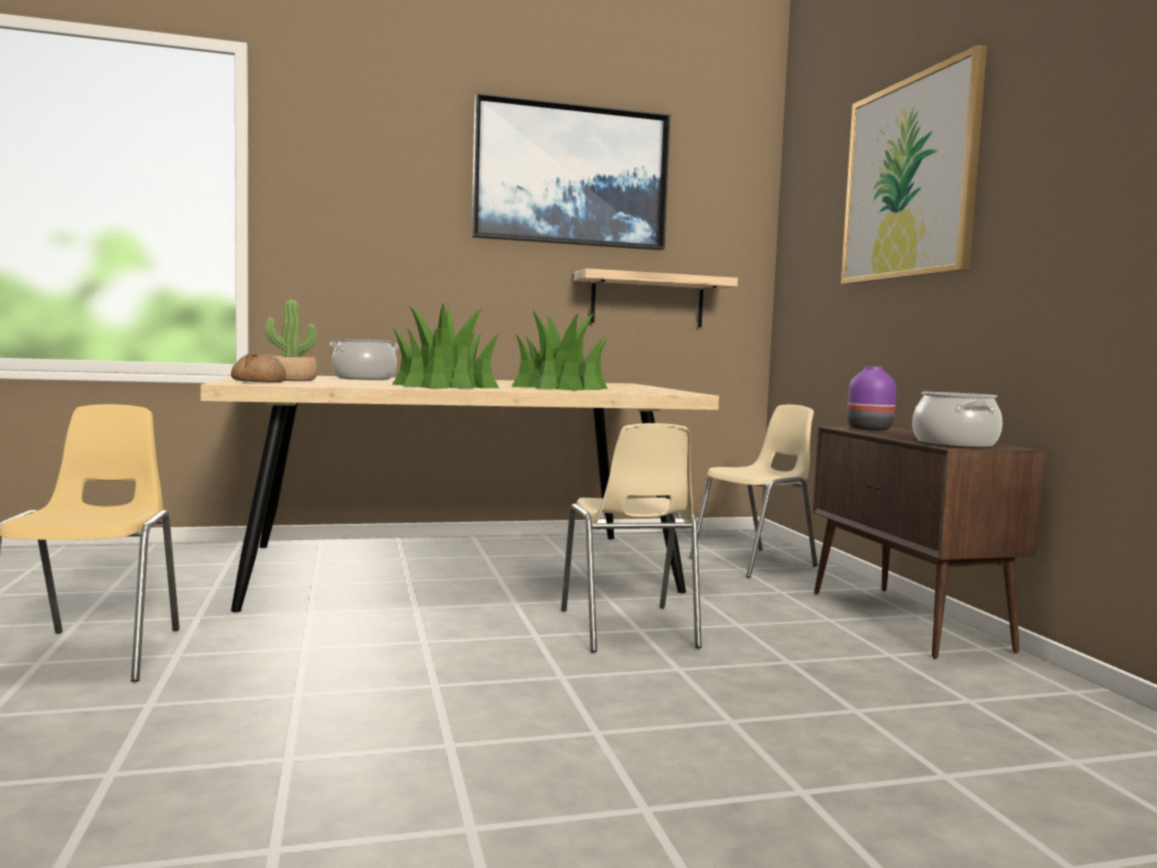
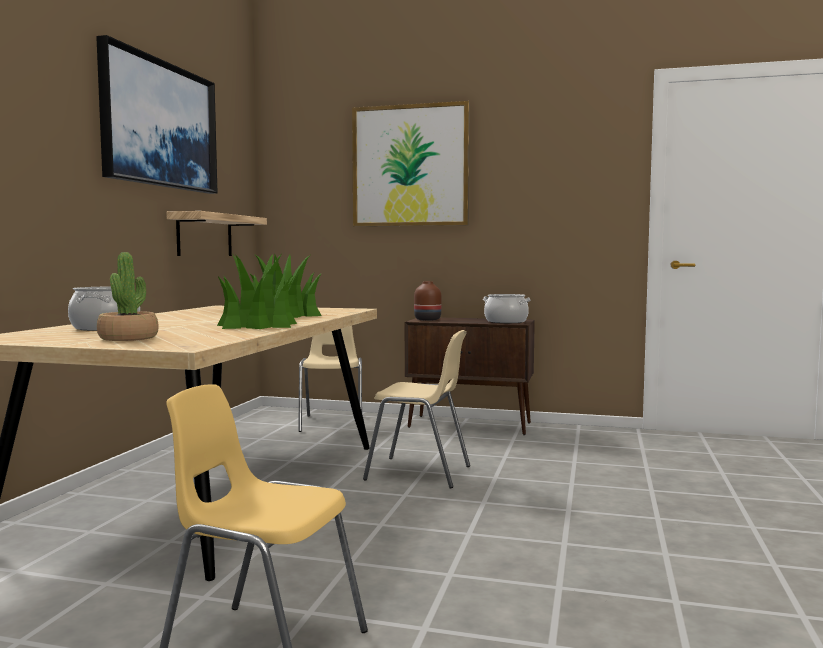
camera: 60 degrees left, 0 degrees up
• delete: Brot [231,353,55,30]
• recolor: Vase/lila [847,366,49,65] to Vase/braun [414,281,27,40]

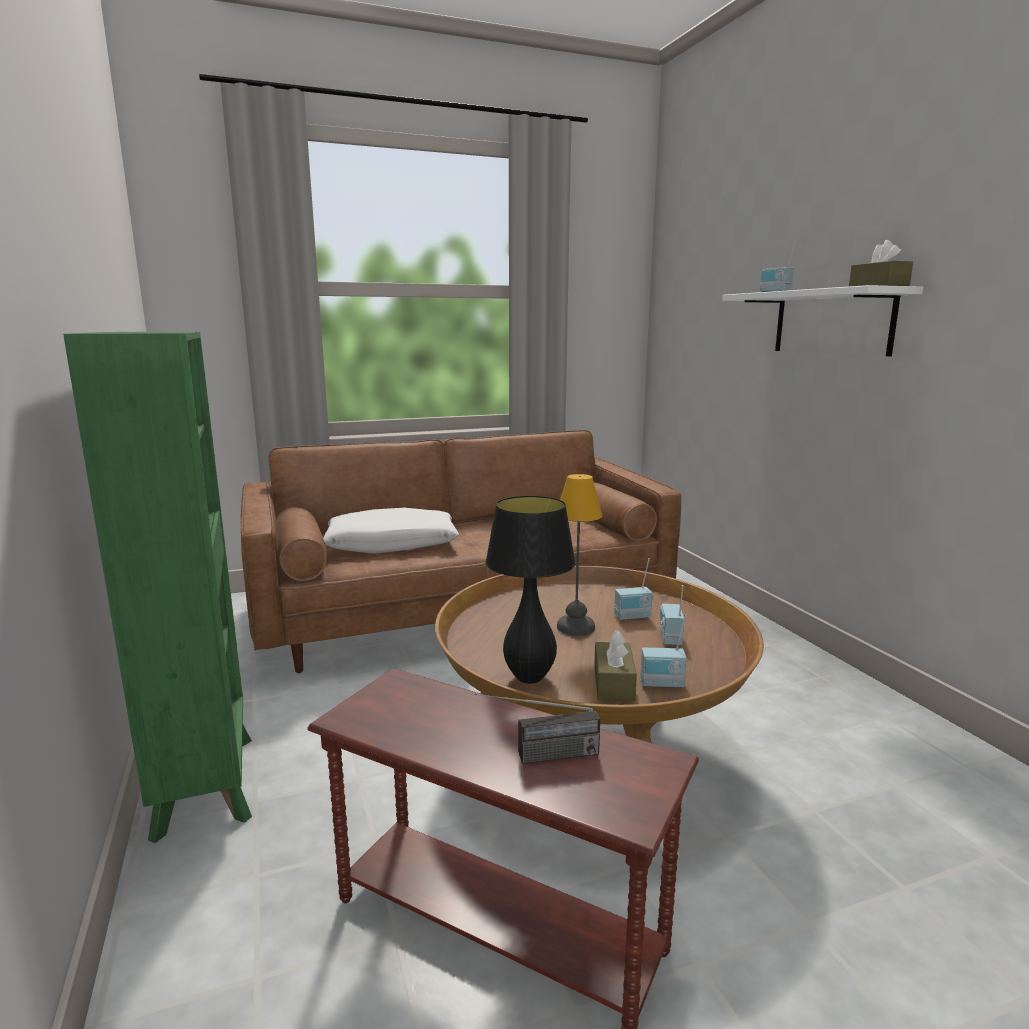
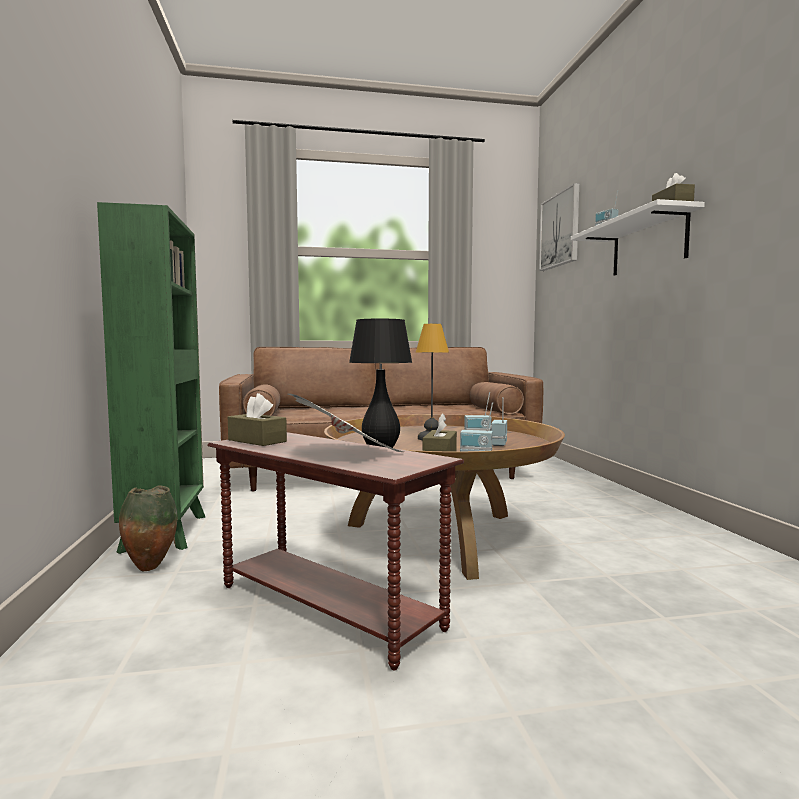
camera: 10 degrees right, 10 degrees down
• delete: Kissen/weiß [323,508,136,46]
• replace: Radio [475,693,125,71] to Zeitung [287,394,117,58]
• insert: Vase [119,486,59,85]
• insert: Taschentuchbox/braun [228,393,59,53]
• insert: Bild [539,183,40,88]

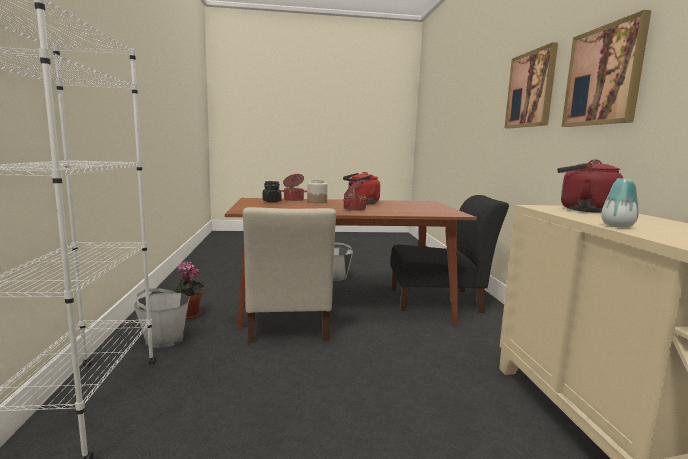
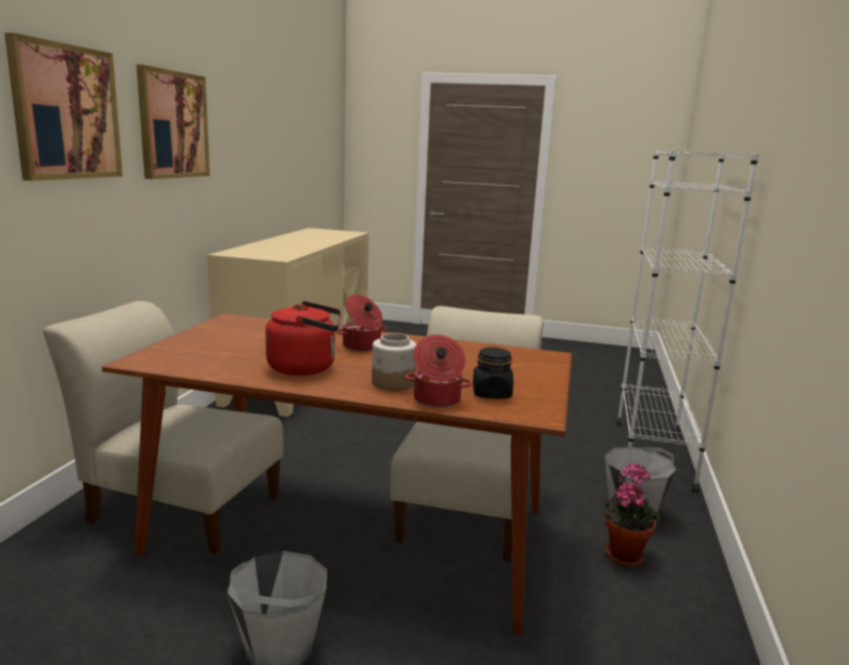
camera: 160 degrees left, 5 degrees up
• recolor: Stuhl/schwarz [391,195,118,118] to Stuhl/beige [43,301,240,253]
• delete: Wasserkessel/rot [557,159,66,54]
• delete: Vase [601,178,38,50]

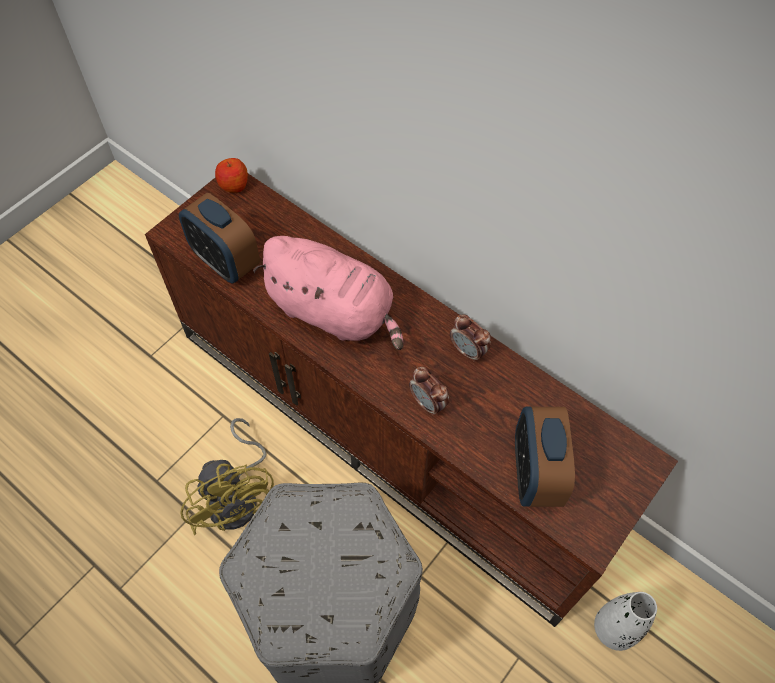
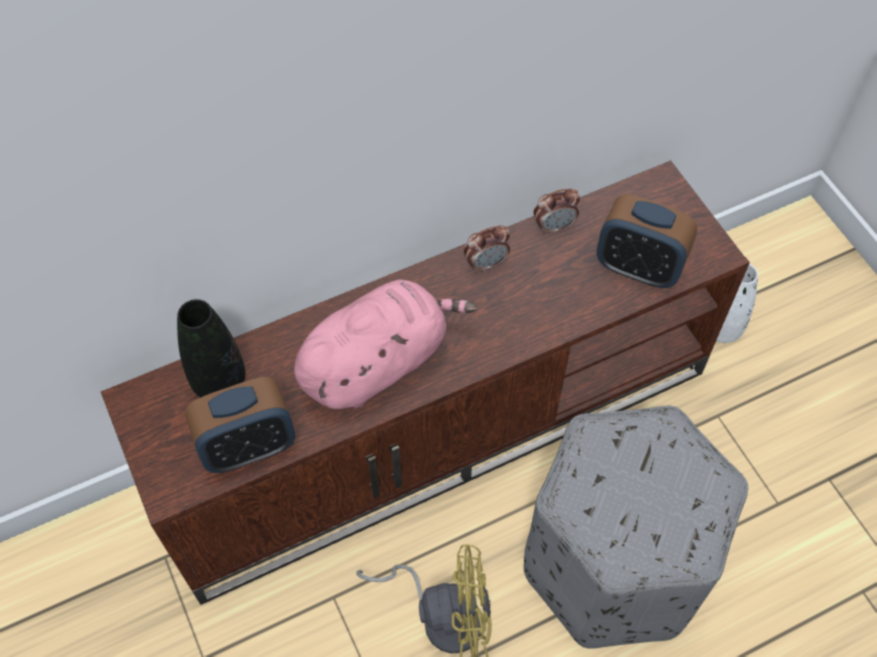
camera: 65 degrees left, 0 degrees up
• delete: Apfel [215,158,33,35]
• move: Wecker [409,367,41,49] to [534,189,46,46]
• insert: Vase/schwarz [177,299,68,98]

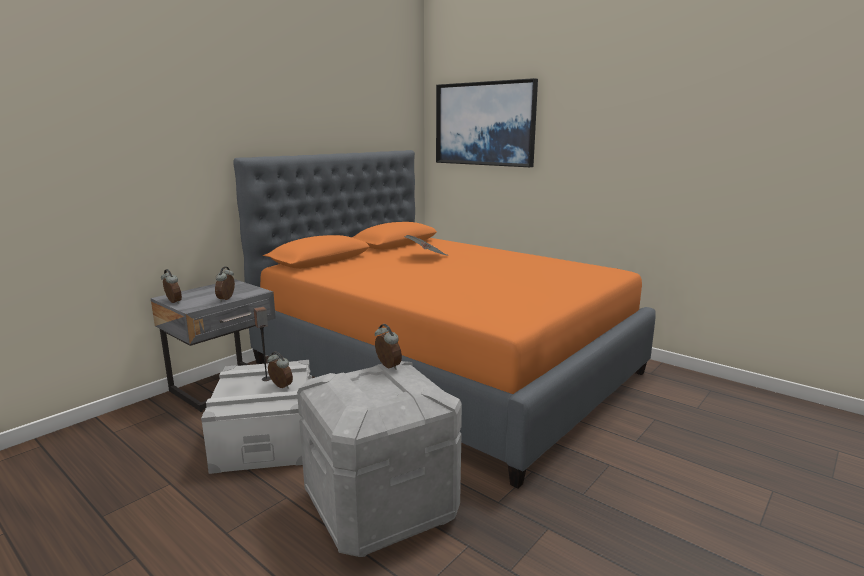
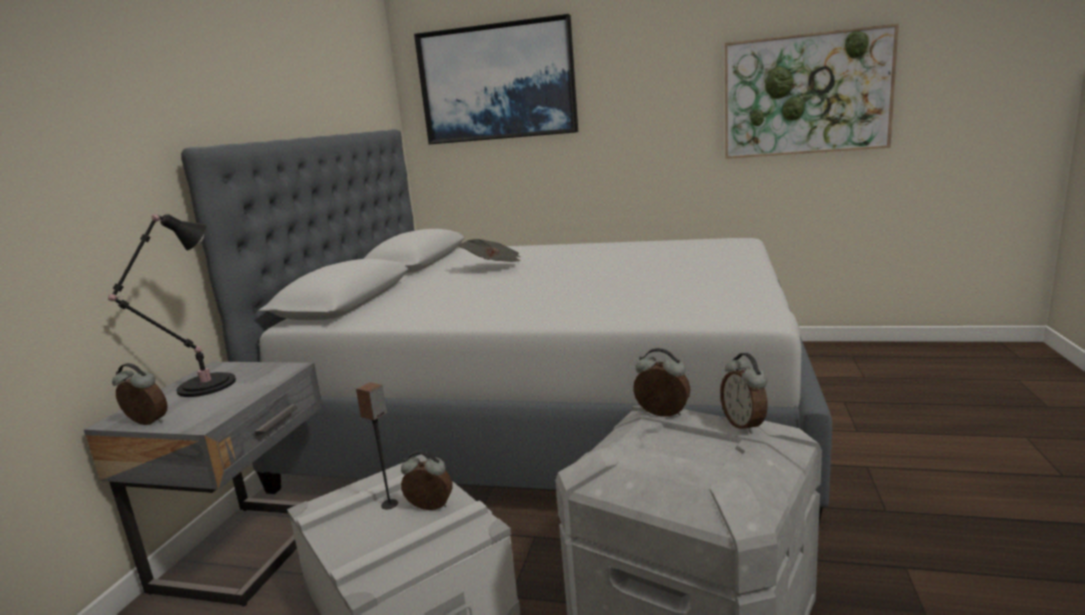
camera: 25 degrees left, 0 degrees up
• move: Wecker [215,267,20,35] to [721,353,47,81]
• recolor: Bett/orange [233,150,423,338] to Bett/grau [181,129,651,395]
• insert: Tischlampe/schwarz [107,214,129,183]
• insert: Bild [725,24,174,135]

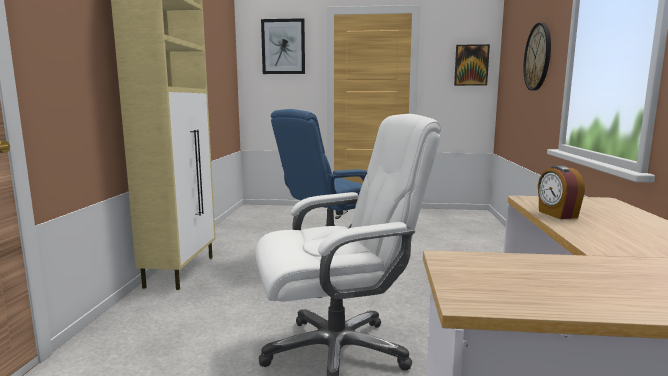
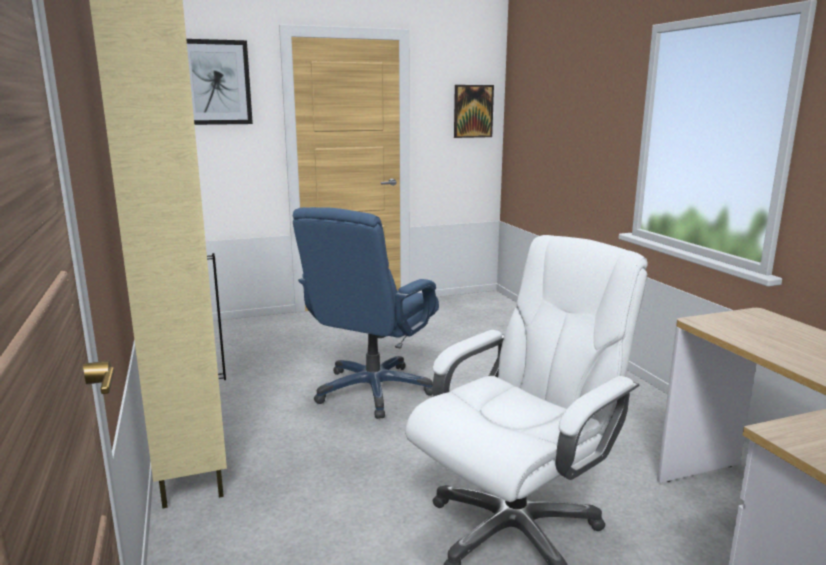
camera: 25 degrees left, 5 degrees up
• delete: Wanduhr [524,23,27,68]
• delete: Wecker [538,166,47,53]

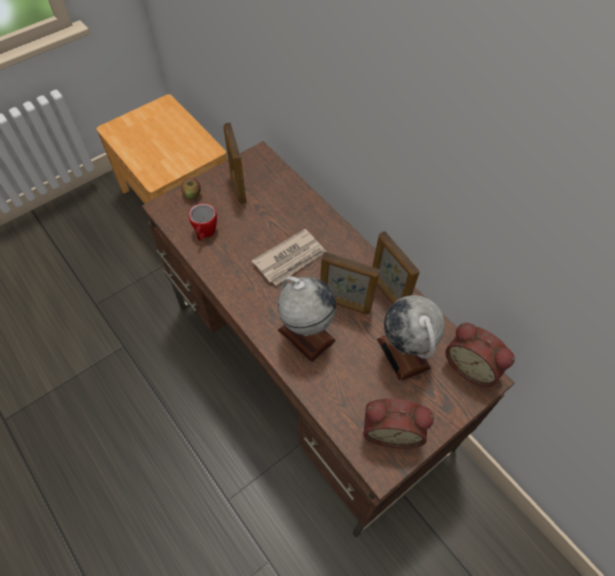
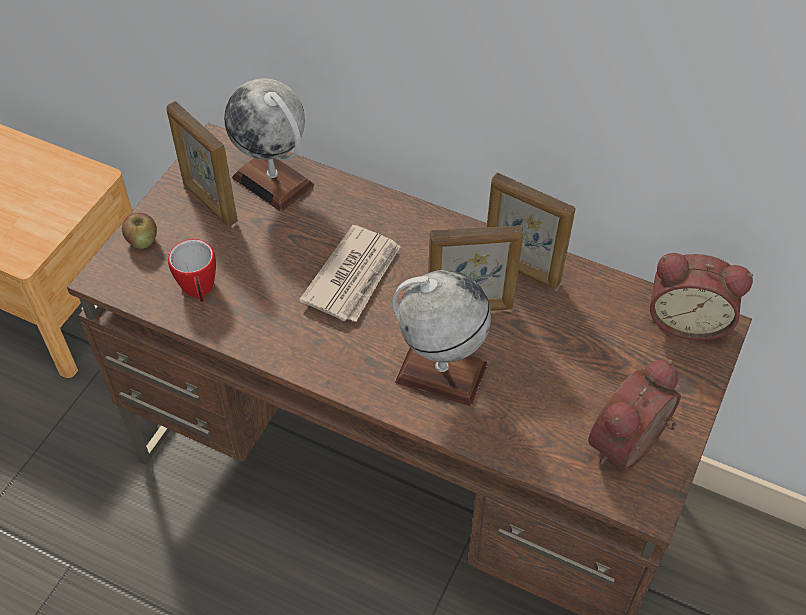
camera: 25 degrees left, 5 degrees down
• rotate: Wecker [363,399,71,50] = [588,359,93,112] 150 degrees clockwise
• move: Globus [377,295,68,87] to [224,78,90,134]

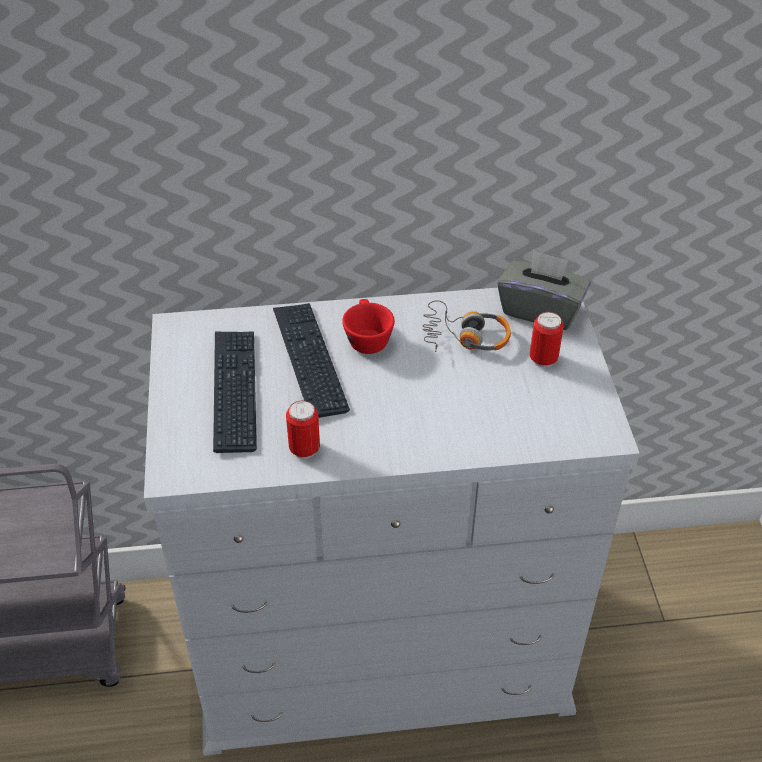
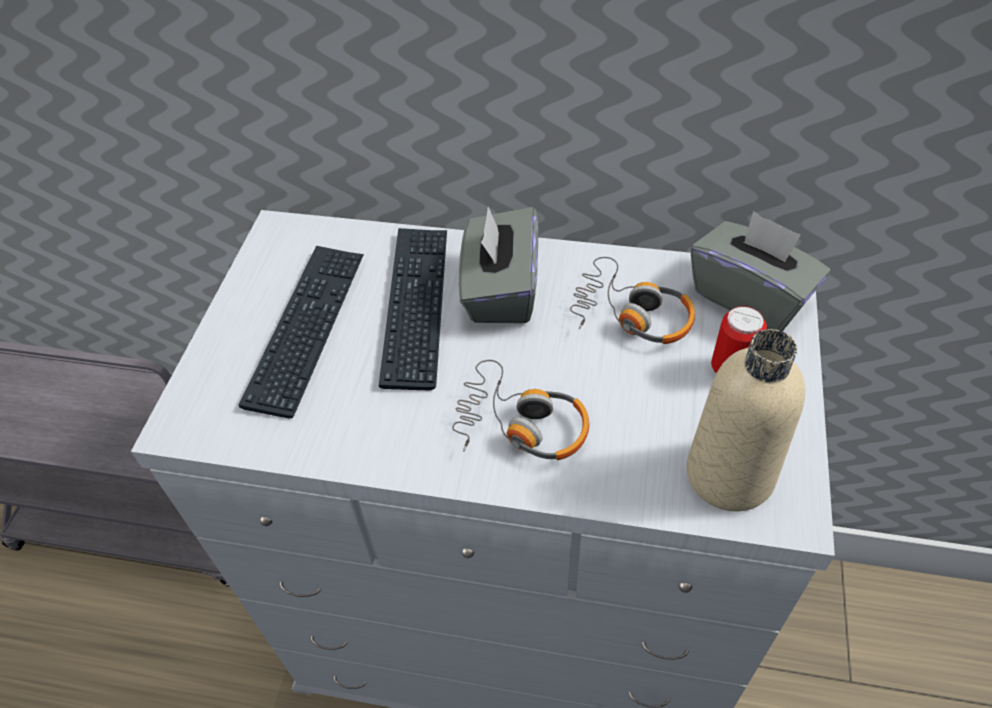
camera: 20 degrees right, 5 degrees up
• delete: Dose [286,400,34,59]
• replace: Tasse/rot [342,299,53,55] to Taschentuchbox/grau [458,207,80,116]
• insert: Kopfhörer [452,360,137,100]
• insert: Flasche/beige [687,329,118,182]

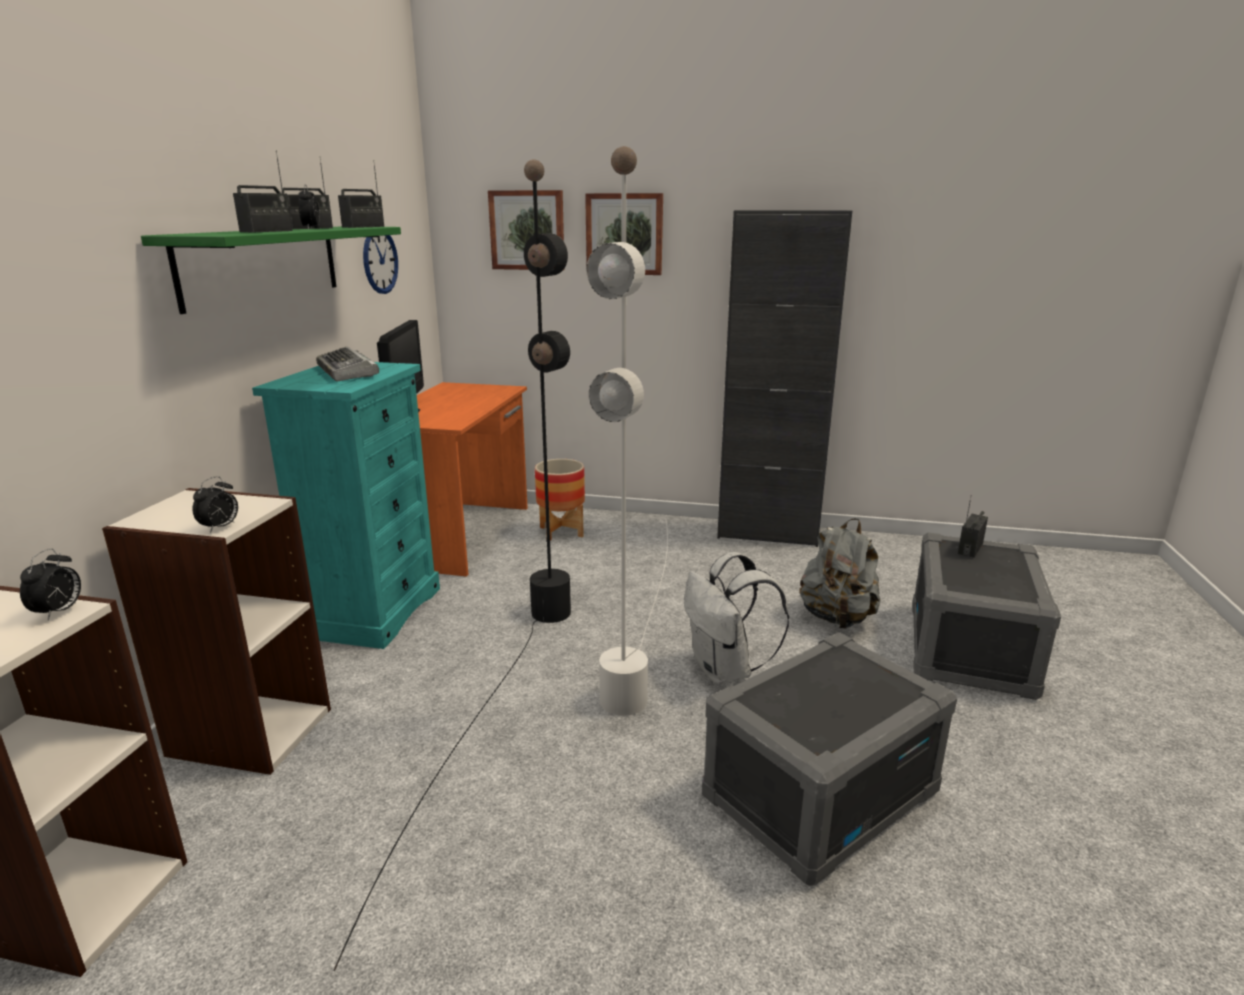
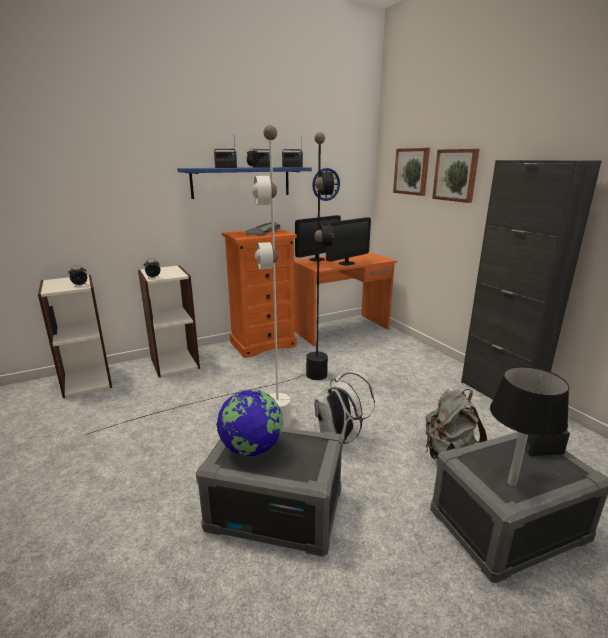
camera: 50 degrees right, 0 degrees up
• recolor: Wandregal/grün [141,227,260,87] to Wandregal/blau [177,167,135,32]
• recolor: Kommode/türkis [252,362,188,287] to Kommode/orange [222,229,75,129]
• delete: Pflanzkübel [535,459,50,82]
• insert: Globus [217,389,66,67]
• insert: Monitor [326,217,45,48]
• insert: Tischlampe/schwarz [490,366,79,120]

